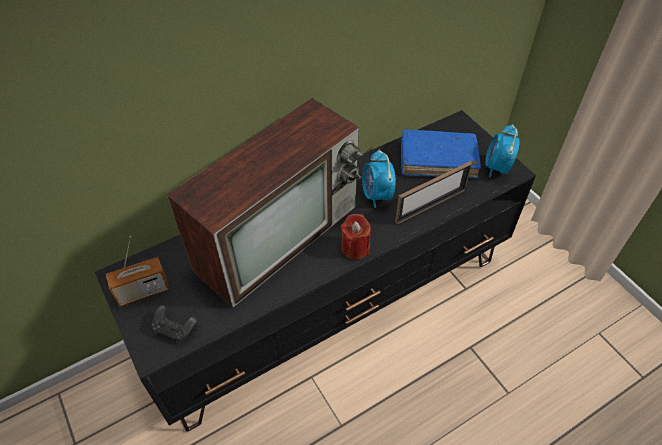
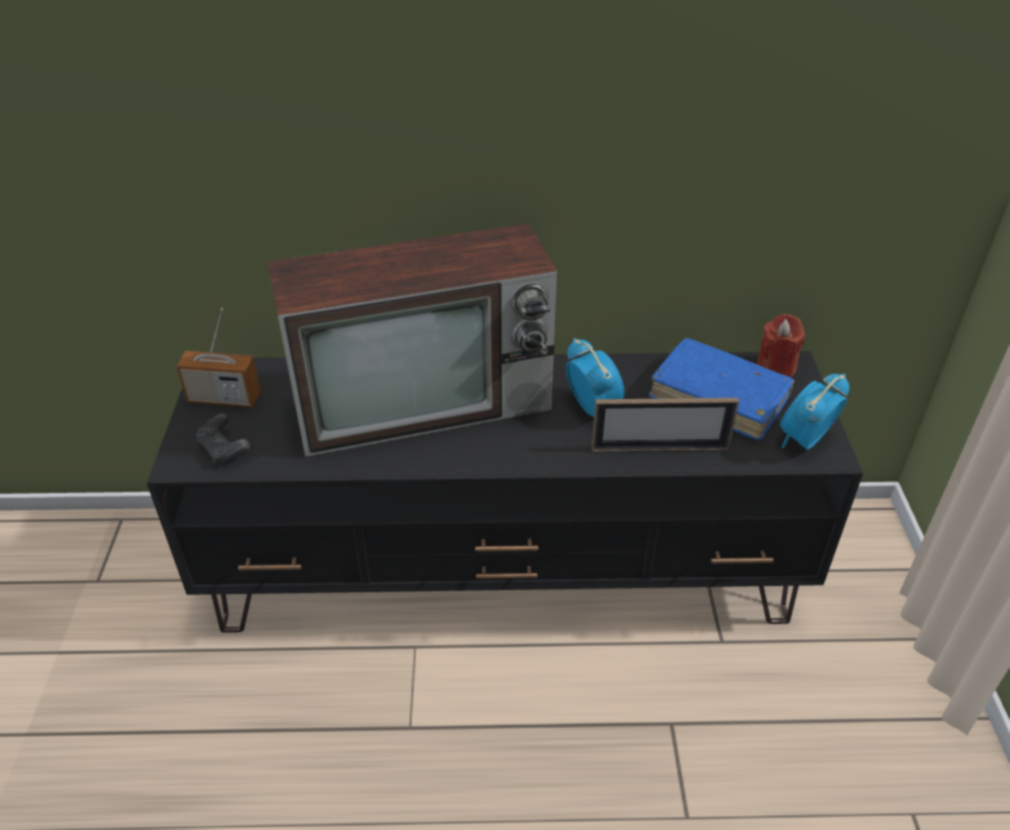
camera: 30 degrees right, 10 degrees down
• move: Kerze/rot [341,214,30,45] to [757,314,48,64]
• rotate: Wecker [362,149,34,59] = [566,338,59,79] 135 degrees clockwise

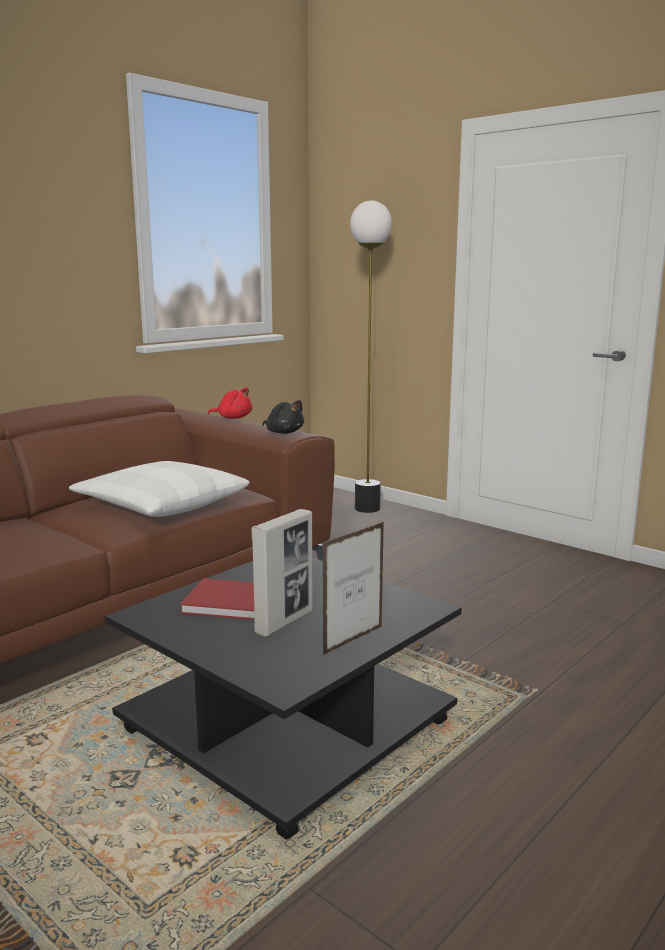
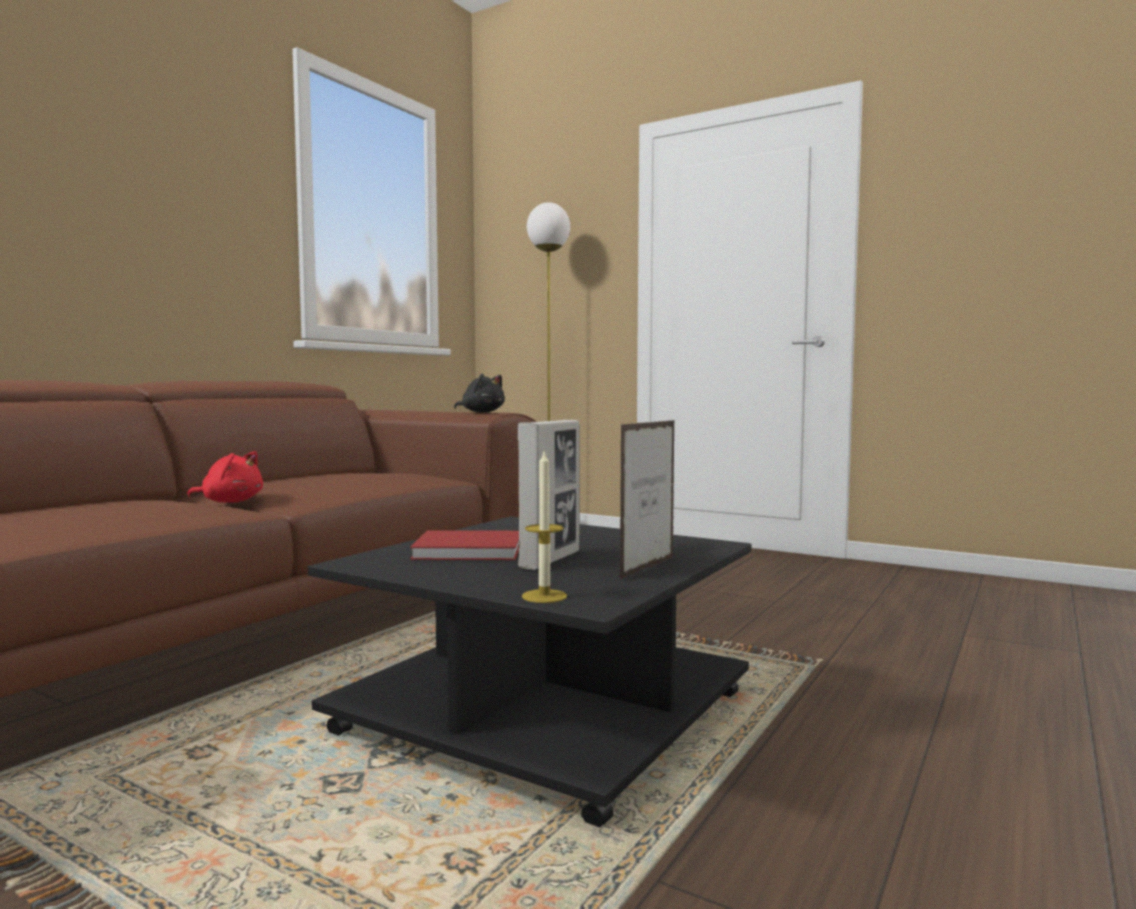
camera: 10 degrees left, 10 degrees down
• delete: Kissen/weiß [69,461,181,56]
• move: Plüschtier/rot [208,387,44,32] to [187,451,76,52]
• insert: Kerze [522,452,45,151]

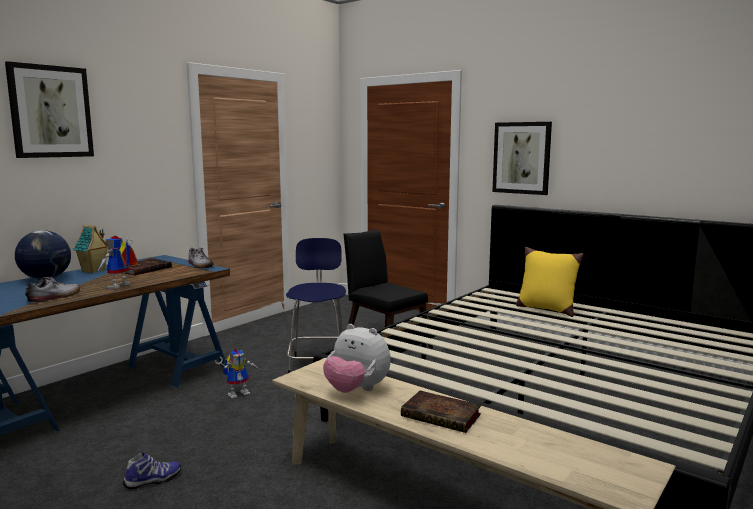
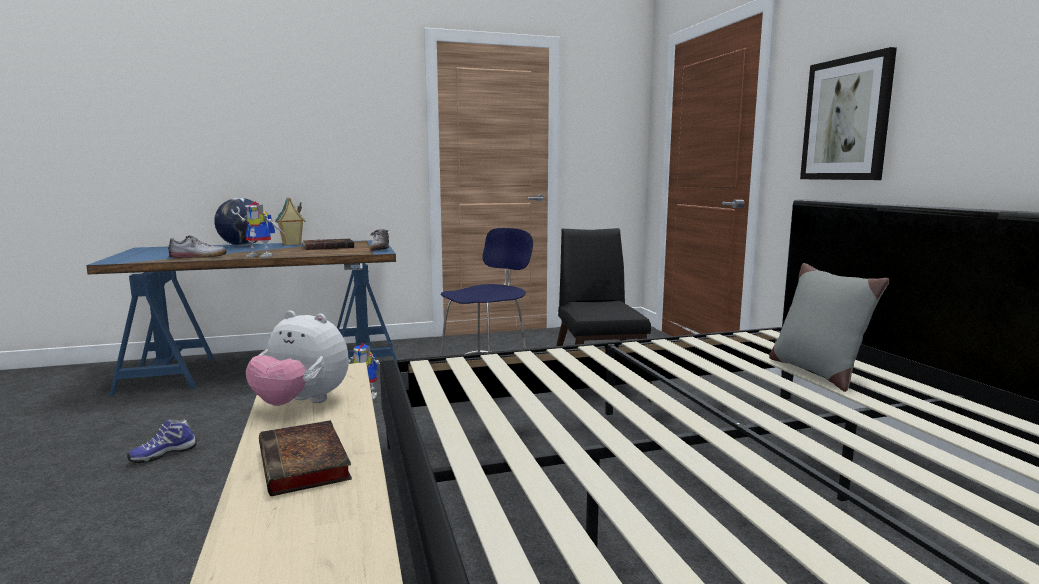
camera: 35 degrees right, 0 degrees up
• delete: Bild [5,61,89,97]
• rotate: Spielzeugroboter [97,236,41,53] = [231,201,53,56] 135 degrees counterclockwise
• rotate: Schuh [123,452,58,37] = [127,419,70,44] 135 degrees clockwise
• rotate: Plüschtier [323,324,68,69] = [246,310,103,96] 45 degrees counterclockwise
• recolor: Kissen/gelb [516,247,68,70] to Kissen/grau [769,263,120,129]

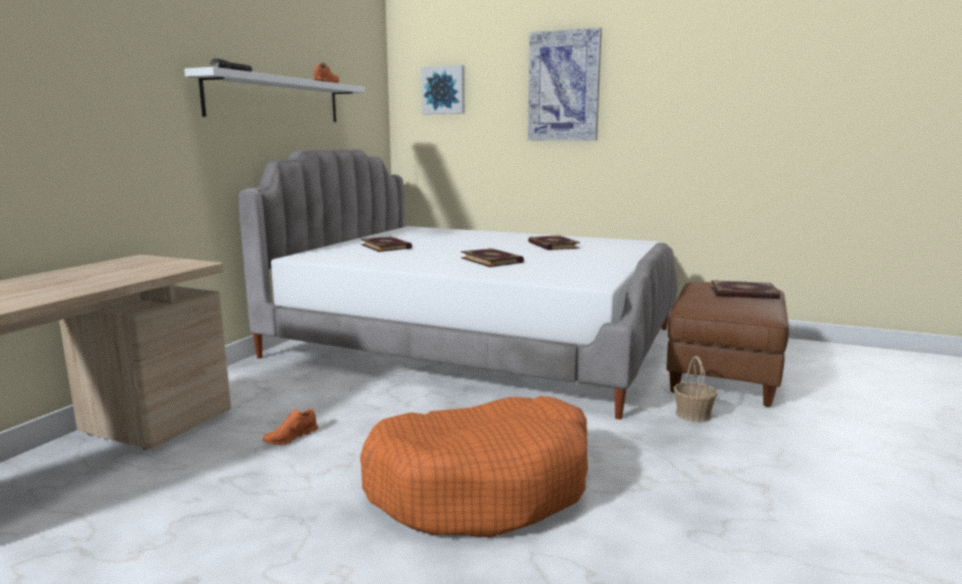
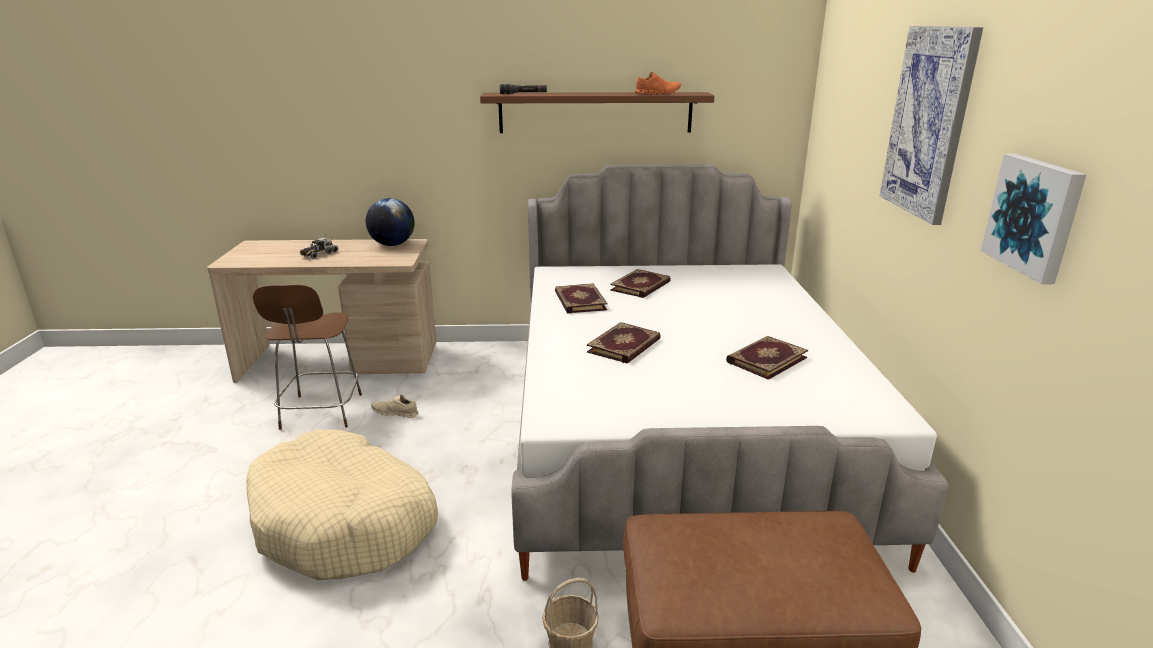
camera: 65 degrees right, 10 degrees up
• recolor: Wandregal/weiß [184,67,181,55] to Wandregal/braun [480,92,234,41]
• recolor: Schuh/orange [263,409,55,36] to Schuh/beige [371,395,48,23]
• recolor: Hundebett/orange [360,396,228,142] to Hundebett/beige [246,430,192,150]
• move: Bild [421,65,44,49] to [981,154,106,130]
• move: Buch [711,280,69,19] to [555,283,52,31]
• insert: Stuhl/braun [253,285,109,145]
• insert: Spielzeuglaster [300,235,38,24]
• insert: Globus [366,198,48,48]

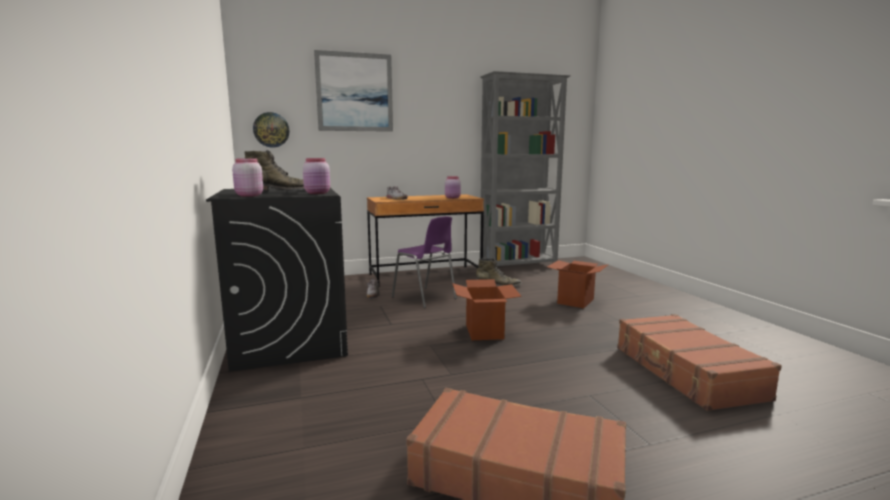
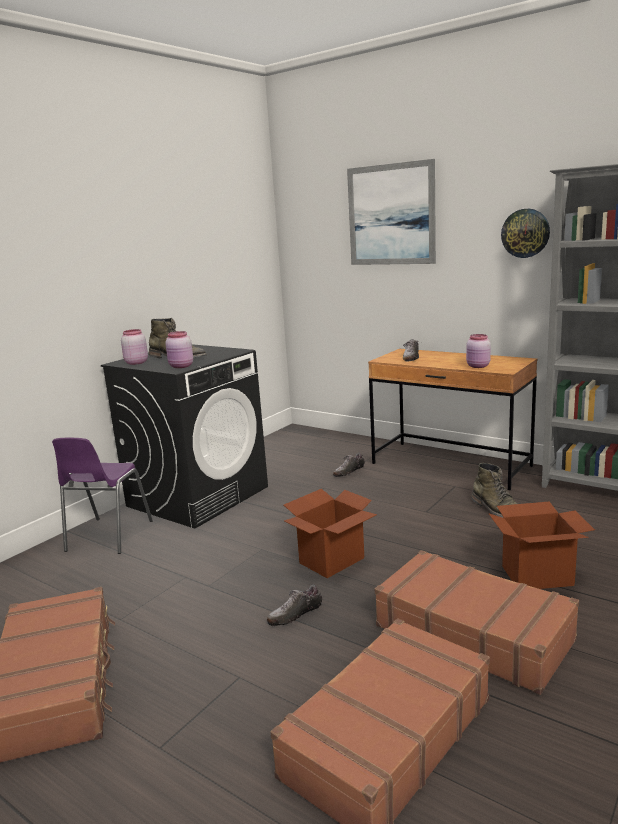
camera: 55 degrees right, 5 degrees up
• move: Wanduhr [253,112,36,35] to [501,209,49,49]
• move: Stuhl/lila [392,216,65,92] to [52,438,101,116]
• insert: Schuh [267,585,55,41]
• insert: Koffer/braun [375,550,204,145]

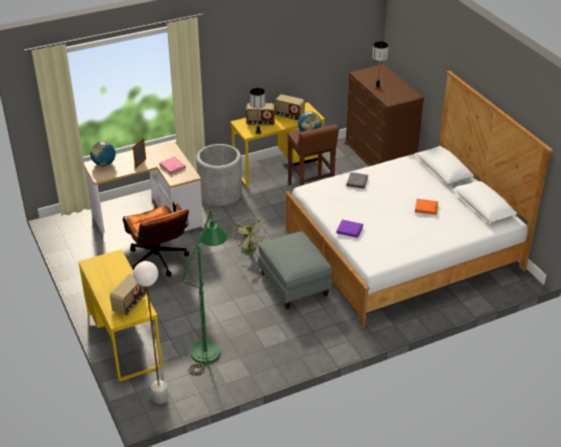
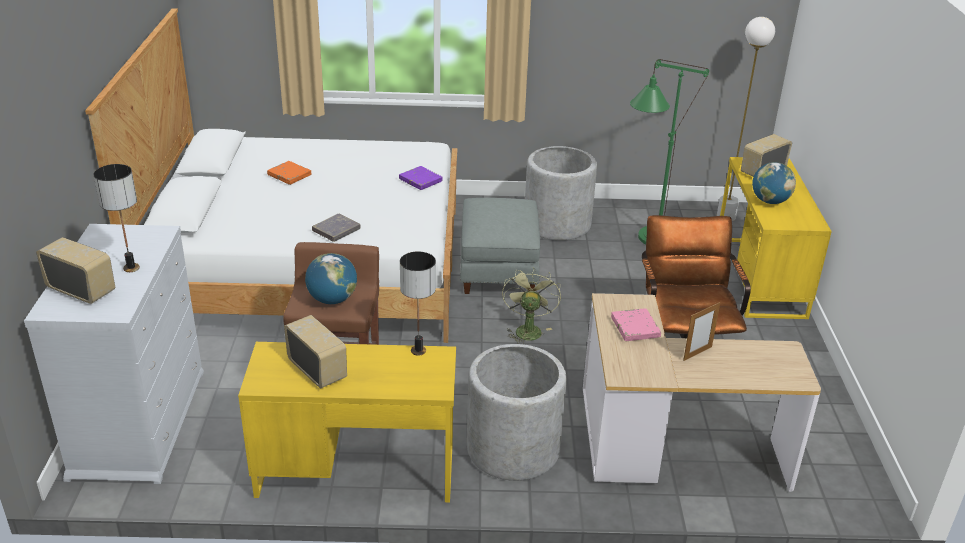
camera: 155 degrees left, 5 degrees down
• move: Globus [90,141,26,25] to [752,162,44,42]
• move: Radio [246,103,29,23] to [36,237,79,67]
• recolor: Kommode/braun [345,64,79,102] to Kommode/weiß [24,224,180,260]
• insert: Pflanzkübel/grau [525,146,72,94]

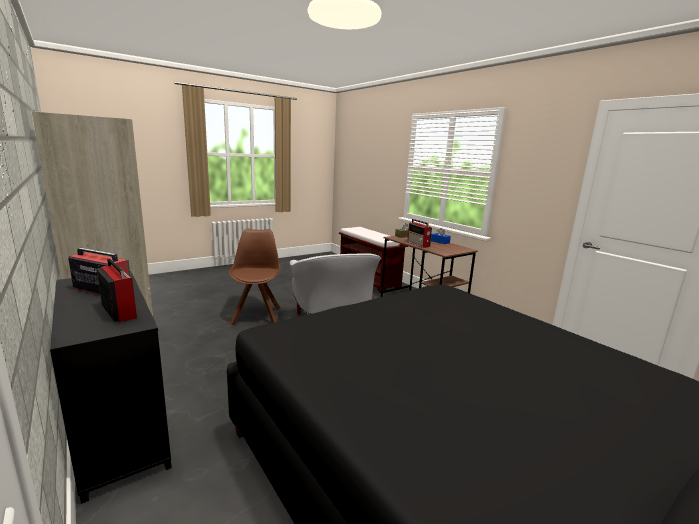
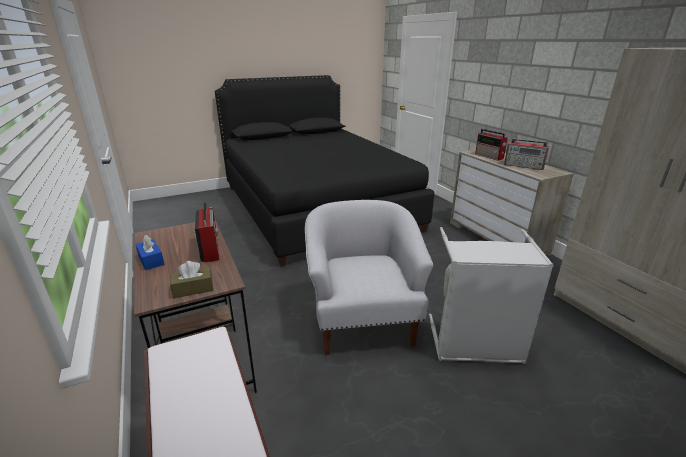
camera: 170 degrees left, 10 degrees up
• recolor: Kommode/schwarz [50,271,122,233] to Kommode/beige [450,149,123,107]
• replace: Stuhl/braun [229,229,52,97] to Wäschekorb/grau [429,227,125,137]

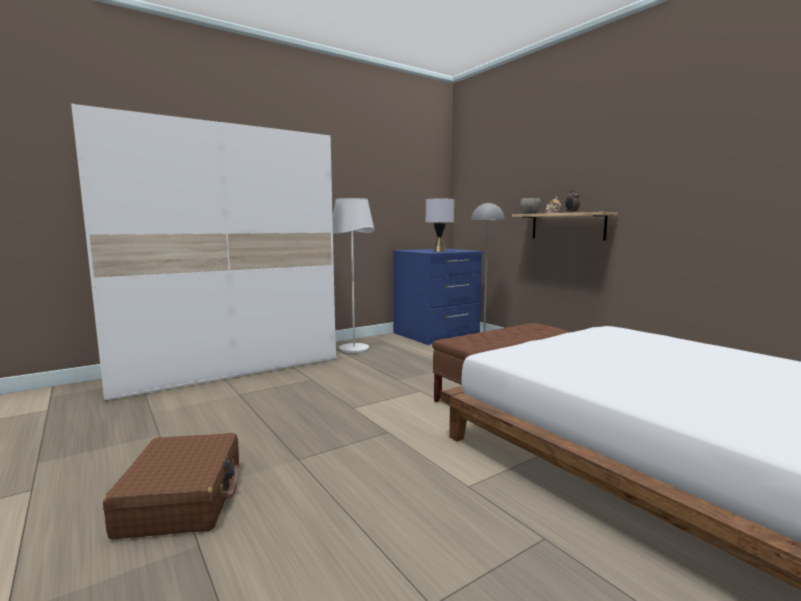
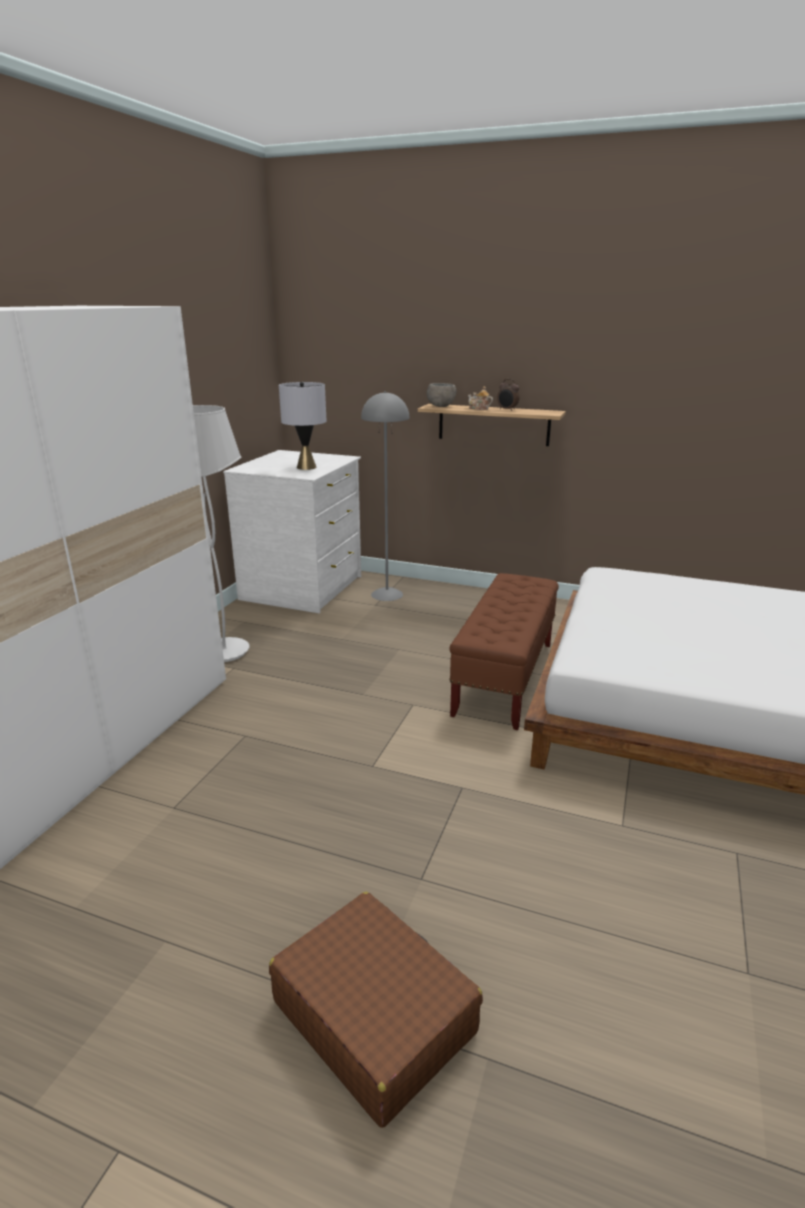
camera: 35 degrees left, 15 degrees up
• recolor: Kommode/blau [393,249,91,96] to Kommode/weiß [223,450,138,163]

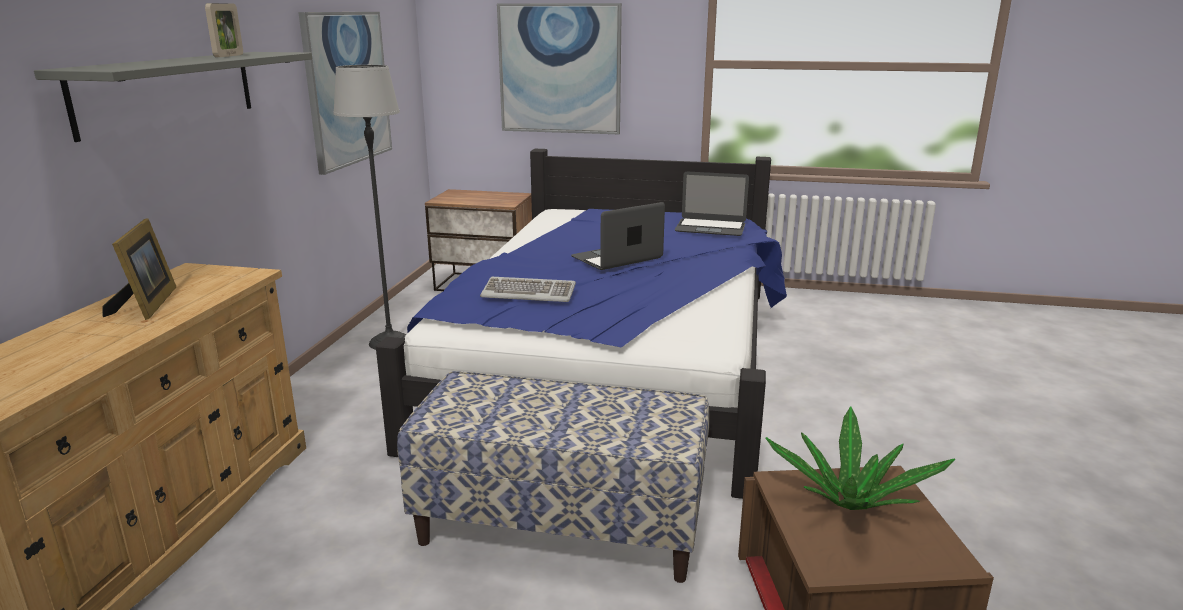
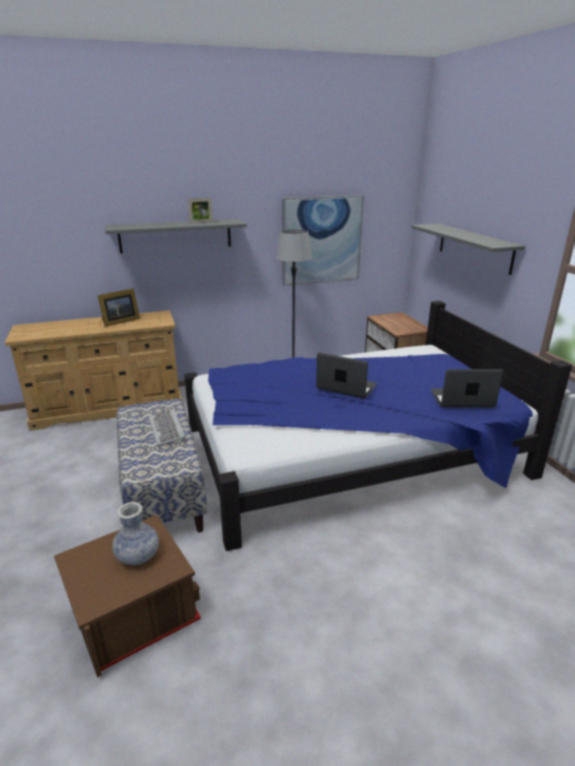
camera: 60 degrees right, 5 degrees up
• move: Tastatur [480,277,96,25] to [149,409,37,37]
• replace: Bild [497,3,125,131] to Wandregal/grau [411,224,114,51]
• rotate: Laptop [675,172,74,64] = [431,369,72,38] 105 degrees clockwise
• replace: Topfpflanze [766,406,189,104] to Vase [112,502,47,63]

